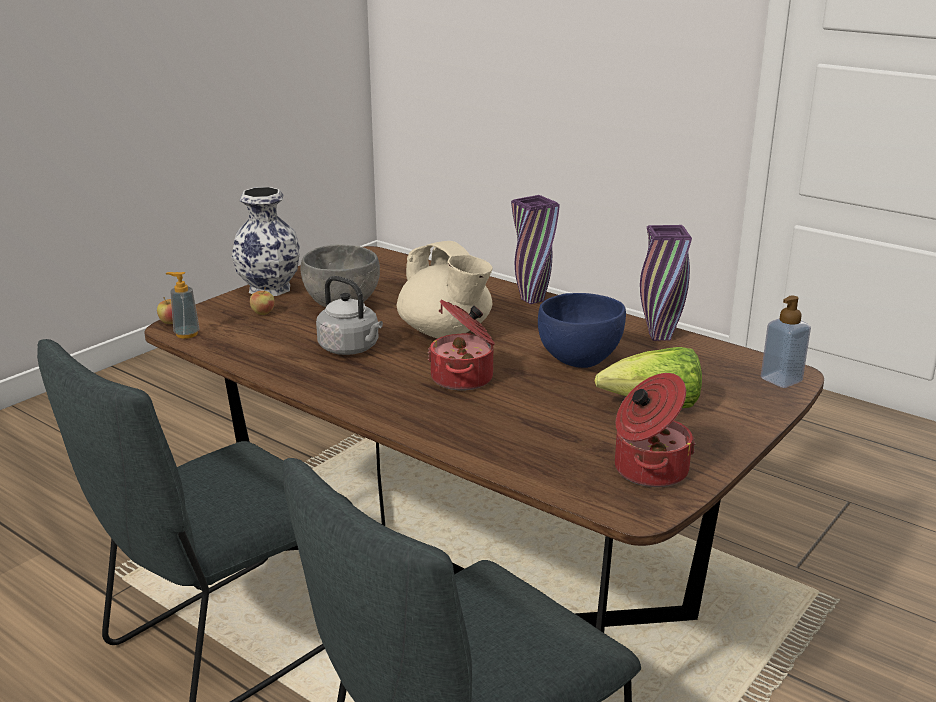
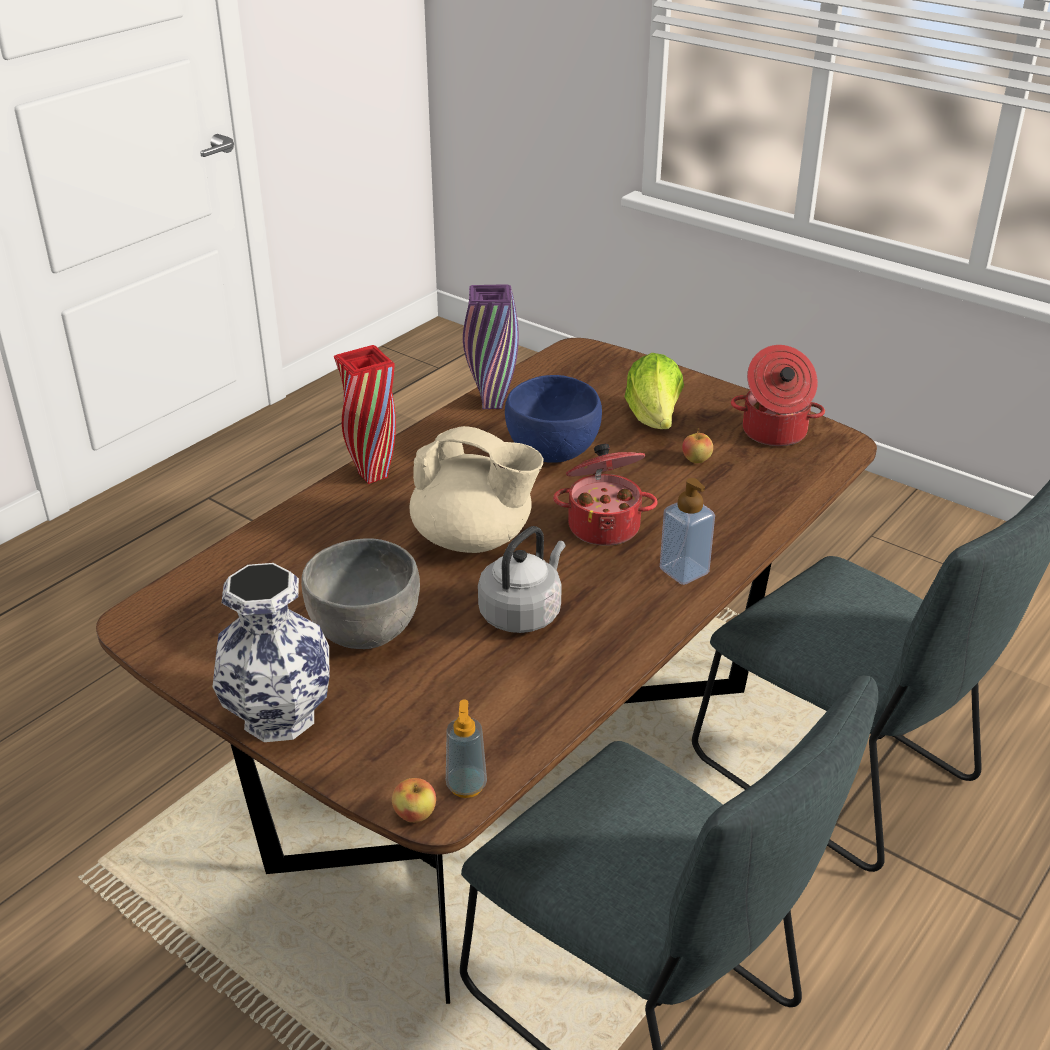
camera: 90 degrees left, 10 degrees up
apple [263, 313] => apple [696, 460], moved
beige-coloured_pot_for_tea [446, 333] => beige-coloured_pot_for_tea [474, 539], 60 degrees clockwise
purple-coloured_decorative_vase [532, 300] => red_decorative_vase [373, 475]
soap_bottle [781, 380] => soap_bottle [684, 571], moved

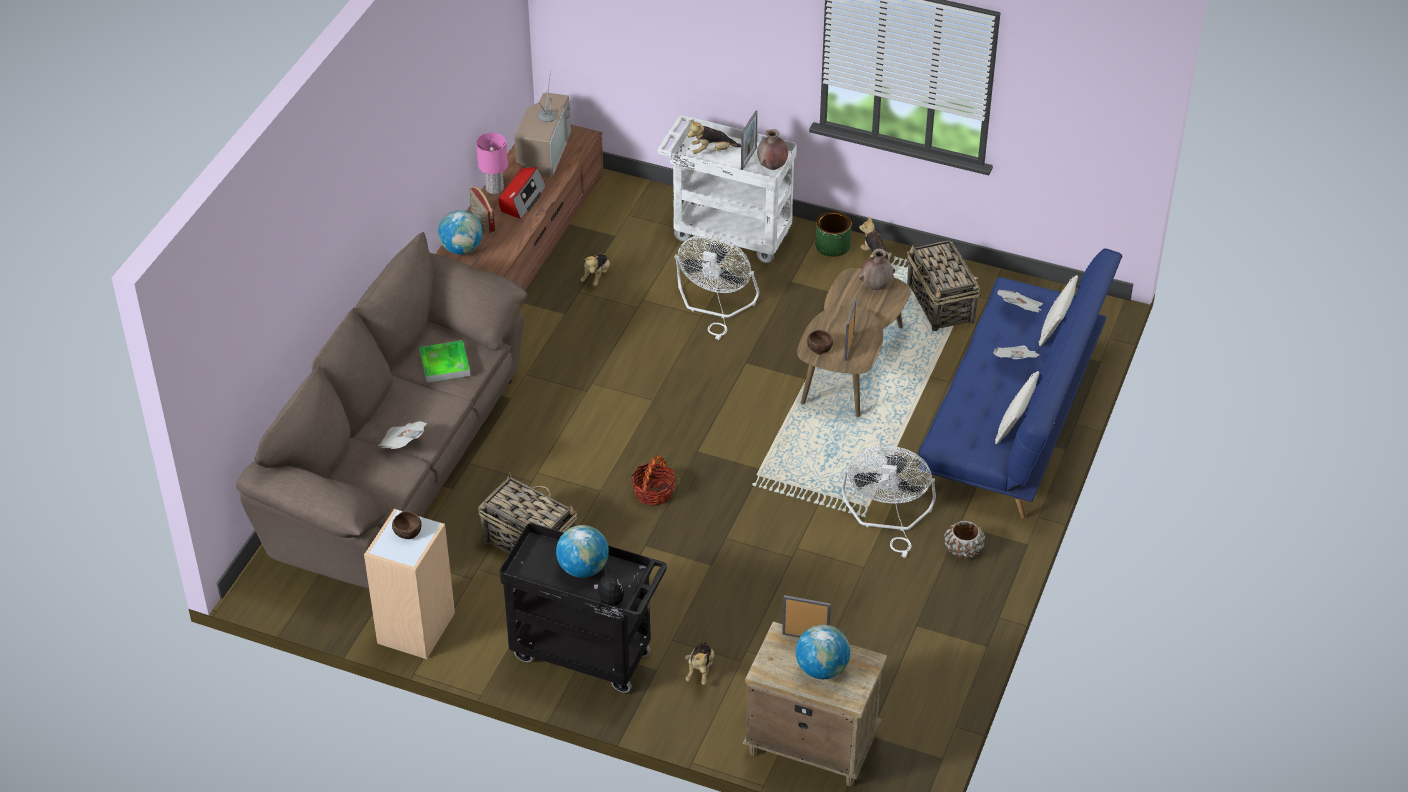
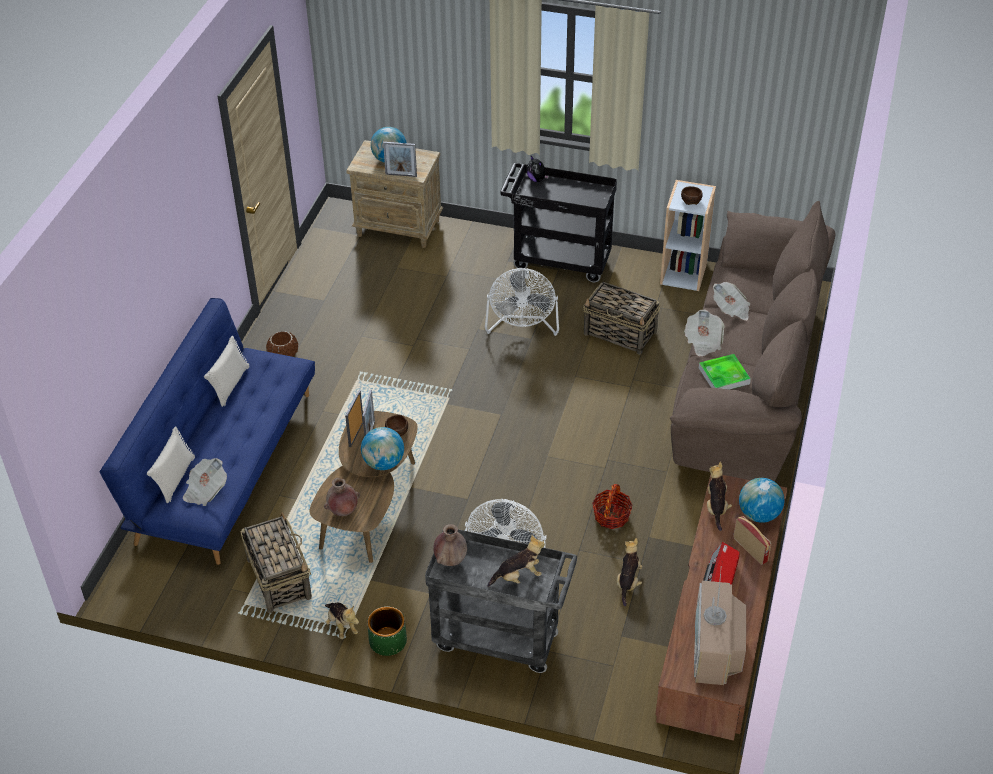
camera: 175 degrees right, 0 degrees up
pink_lamp_for_a_table [494, 188] => nothing
globe [583, 568] => globe [383, 463], moved
household_basket [653, 492] => household_basket [611, 516], moved
white_trolley [726, 237] => black-coloured_trolley [502, 643]
soft_toy [700, 670] => soft_toy [716, 507], moved
picture_frame [748, 158] => picture_frame [356, 434], moved
white_electric_fan [889, 519] => white_electric_fan [520, 324], moved
daily_paper [1015, 361] => daily_paper [703, 342], moved

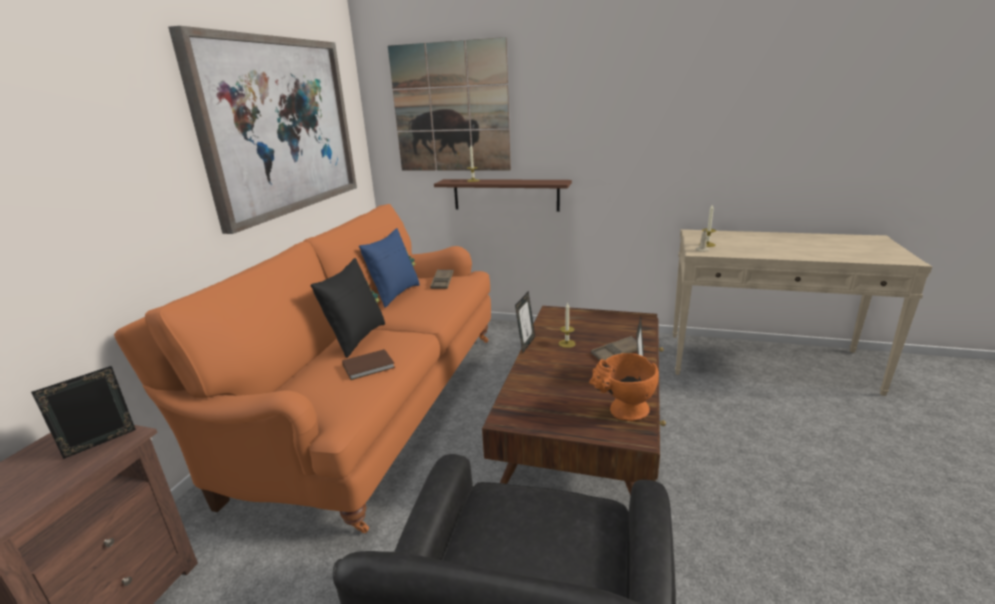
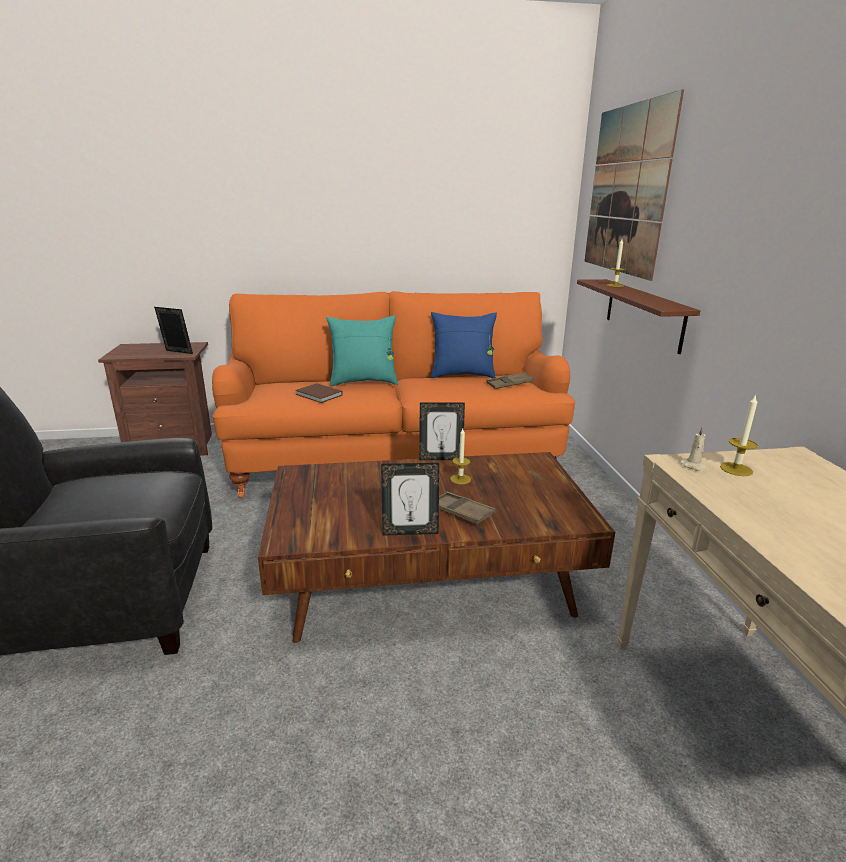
camera: 65 degrees right, 0 degrees up
picture [280, 126] => nothing
black-coloured_throw_pillow [357, 339] => blue-green_throw_pillow [363, 382]
orange_decorative_vase [623, 413] => nothing

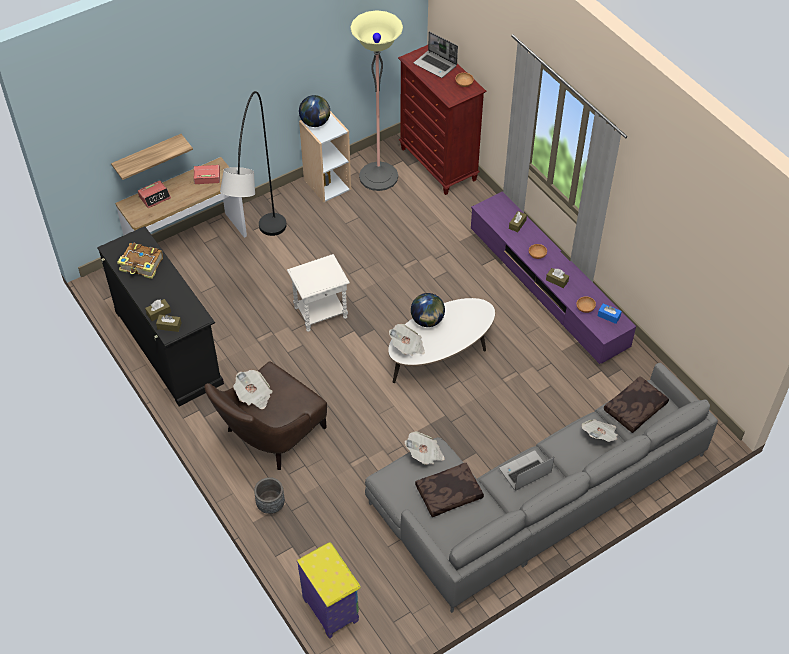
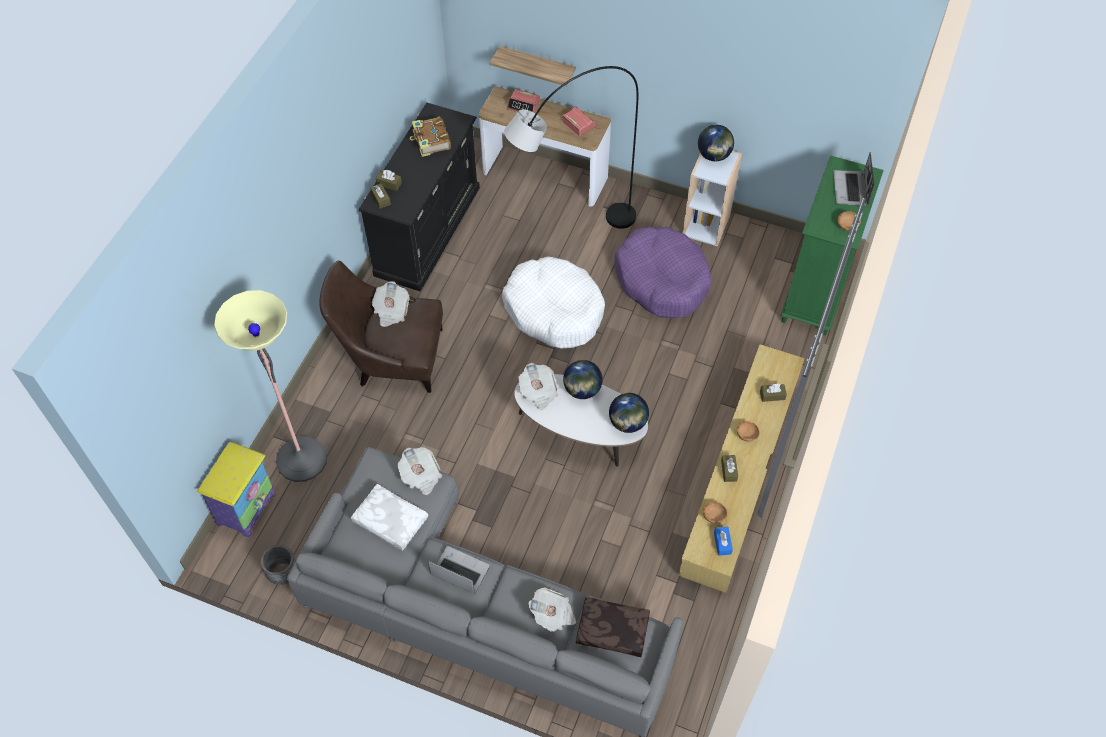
camera: 55 degrees right, 5 degrees up
gray_flower_pot [270, 505] => gray_flower_pot [283, 573], moved
white_accent_table [320, 311] => white_dog_cushion [554, 310]
standing_lamp [378, 177] => standing_lamp [302, 459], moved
red_chest_of_drawers [438, 165] => greenish_chest_of_drawers [815, 294]
brown-coloured_throw_pillow [449, 494] => white_throw_pillow [389, 521]
purple-coloured_media_console [547, 289] => beige-coloured_media_console [740, 476]
nothing => globe [627, 423]
nothing => purple-coloured_dog_cushion [662, 280]

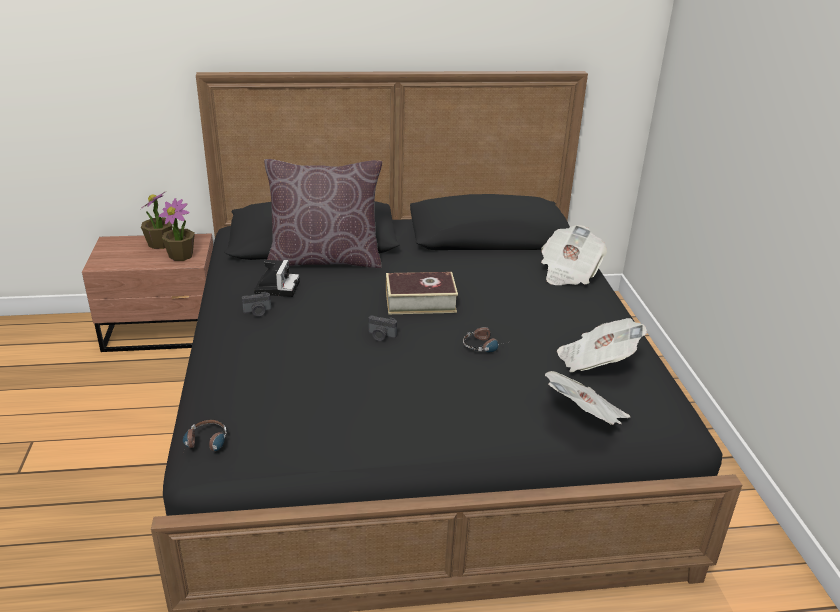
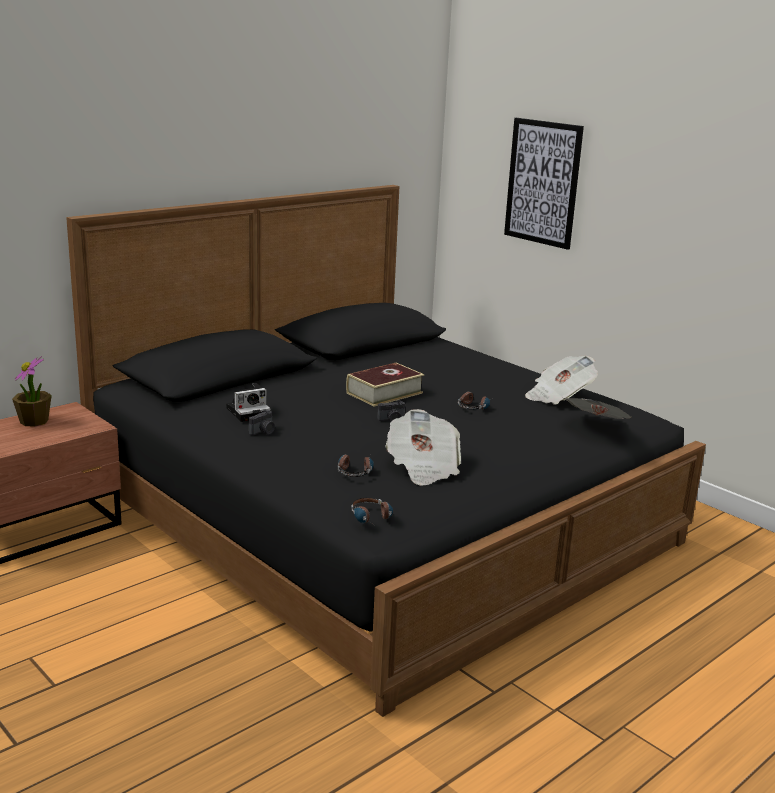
camera: 35 degrees left, 10 degrees down
houseplant [181, 255] => nothing
photo_camera [277, 287] => photo_camera [249, 412], 90 degrees clockwise
brown-coloured_throw_pillow [325, 259] => nothing
daily_paper [568, 272] => daily_paper [423, 467], moved
nothing => headphones [355, 470]
nothing => picture [543, 182]

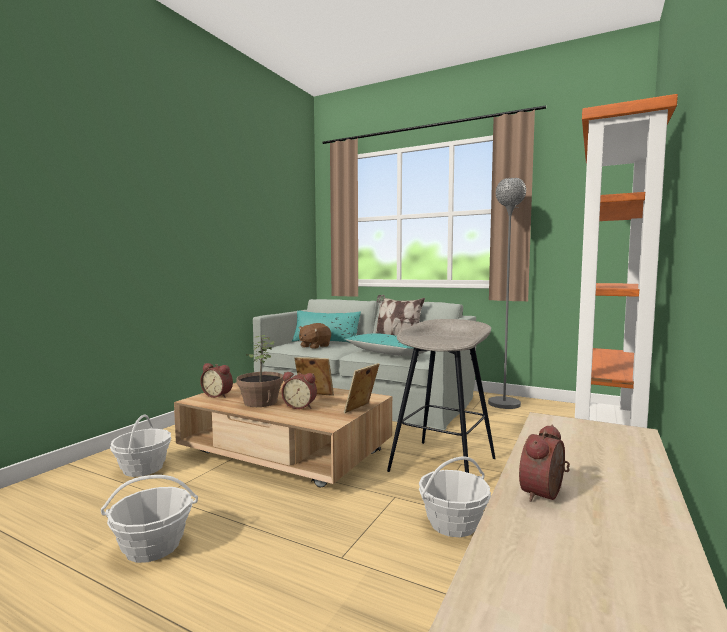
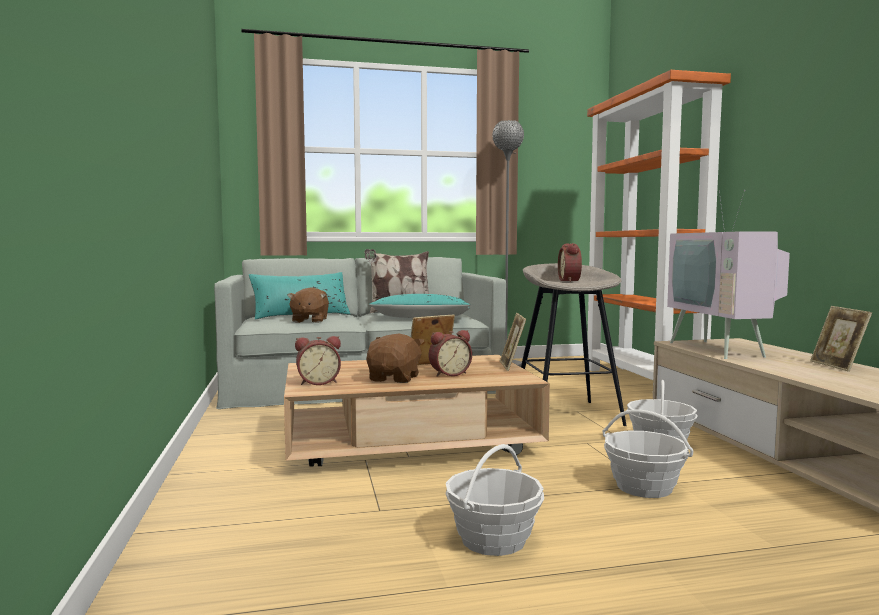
camera: 40 degrees left, 0 degrees up
household_basket [143, 468] => household_basket [644, 487], moved
houseplant [260, 402] => brown-coloured_soft_toy [395, 378]
bedside_clock [545, 494] => bedside_clock [571, 281], moved
nothing => TV [723, 349]
nothing => picture_frame [837, 366]

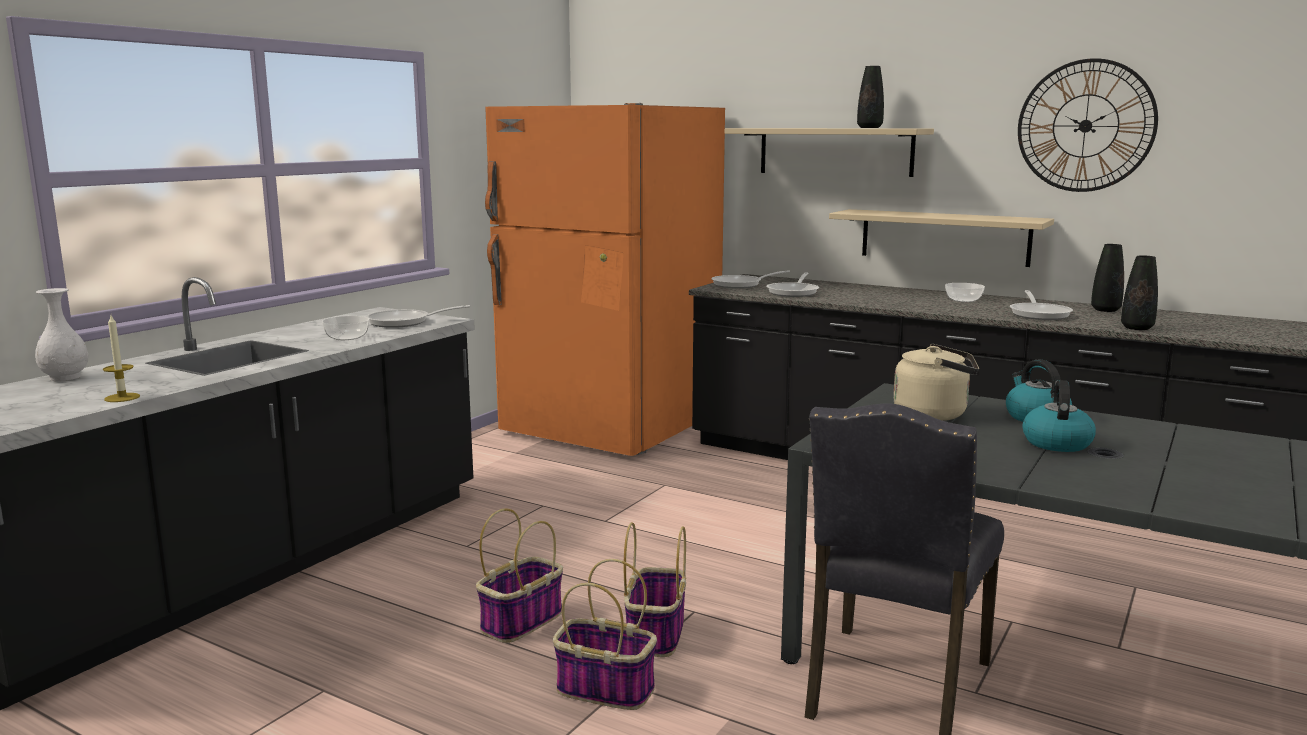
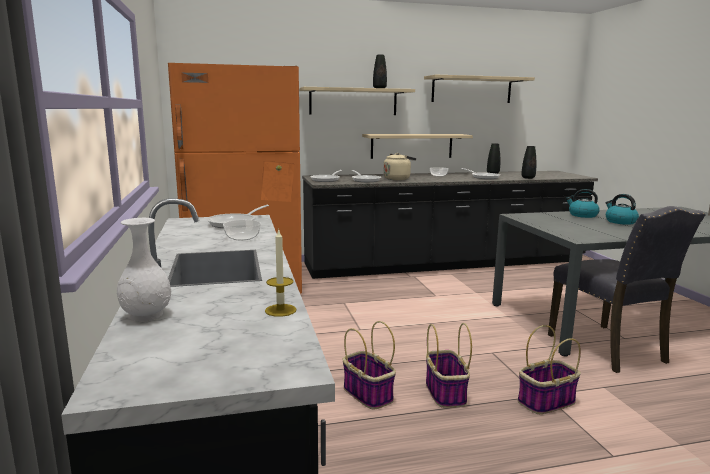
camera: 45 degrees left, 0 degrees up
household_basket [655, 634] => household_basket [367, 393], moved
beige-coloured_water_kettle [934, 414] => beige-coloured_water_kettle [398, 179], moved
hanging_clock [1085, 126] => beige-coloured_shelf [471, 90]

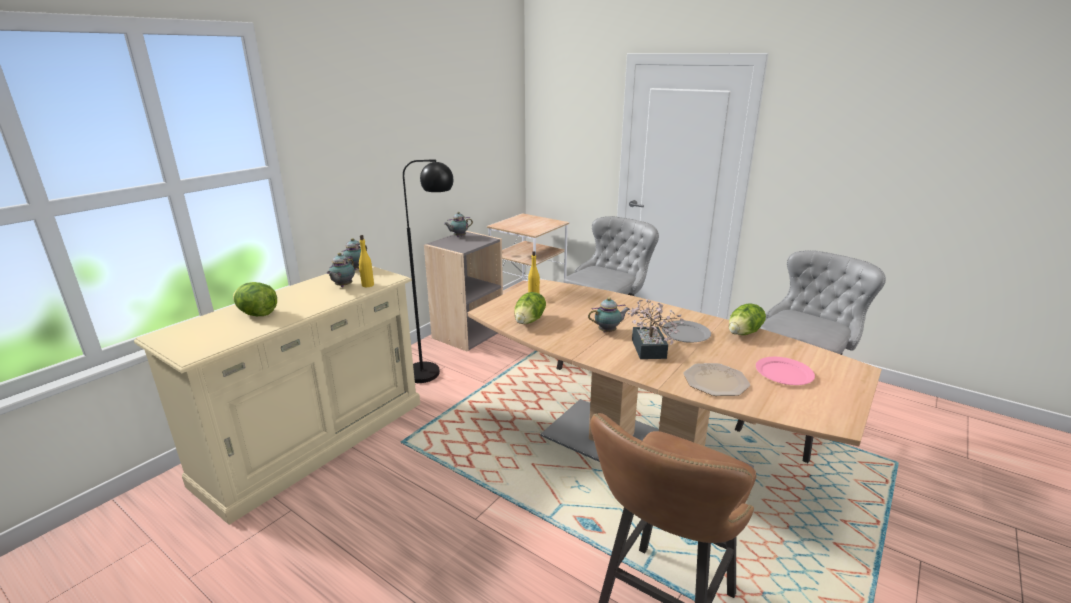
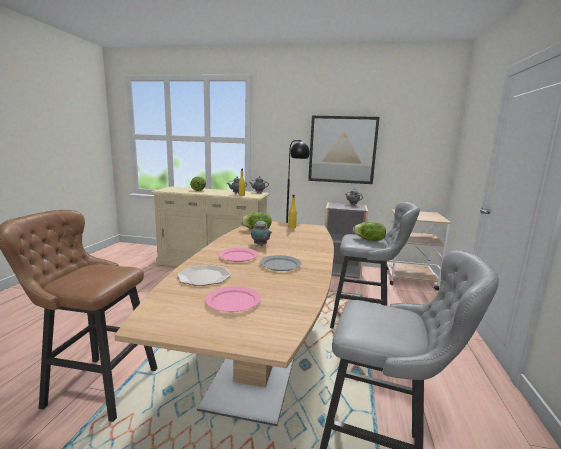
camera: 65 degrees right, 10 degrees down
houseplant [649, 351] => pink_plate [238, 256]
lettuce_head [744, 333] => lettuce_head [369, 240], moved
nothing => picture [342, 150]

